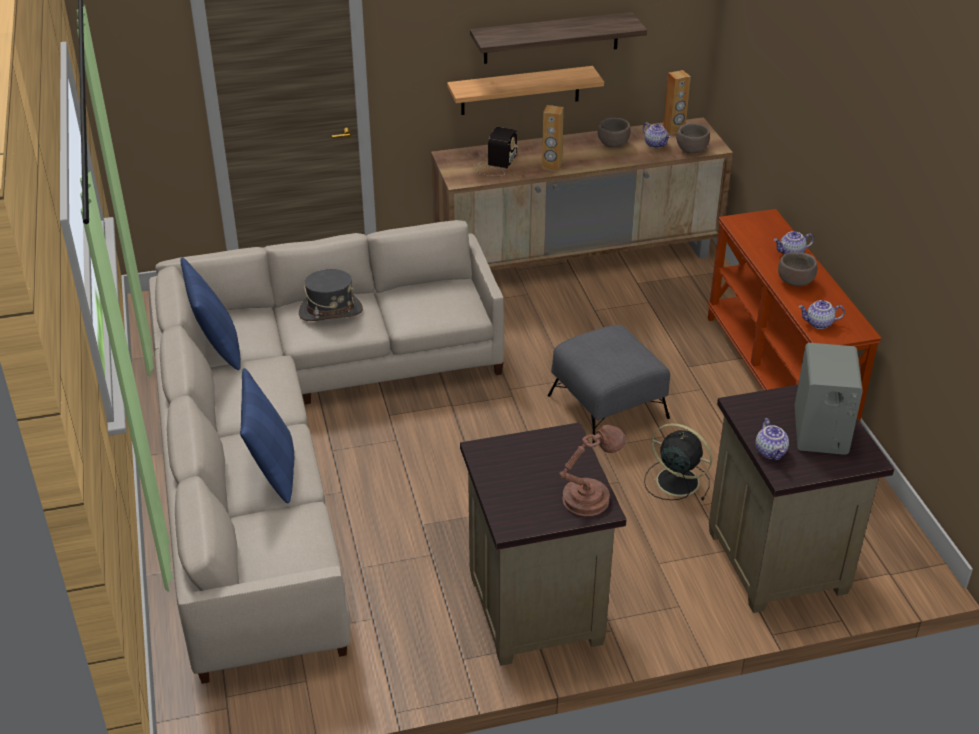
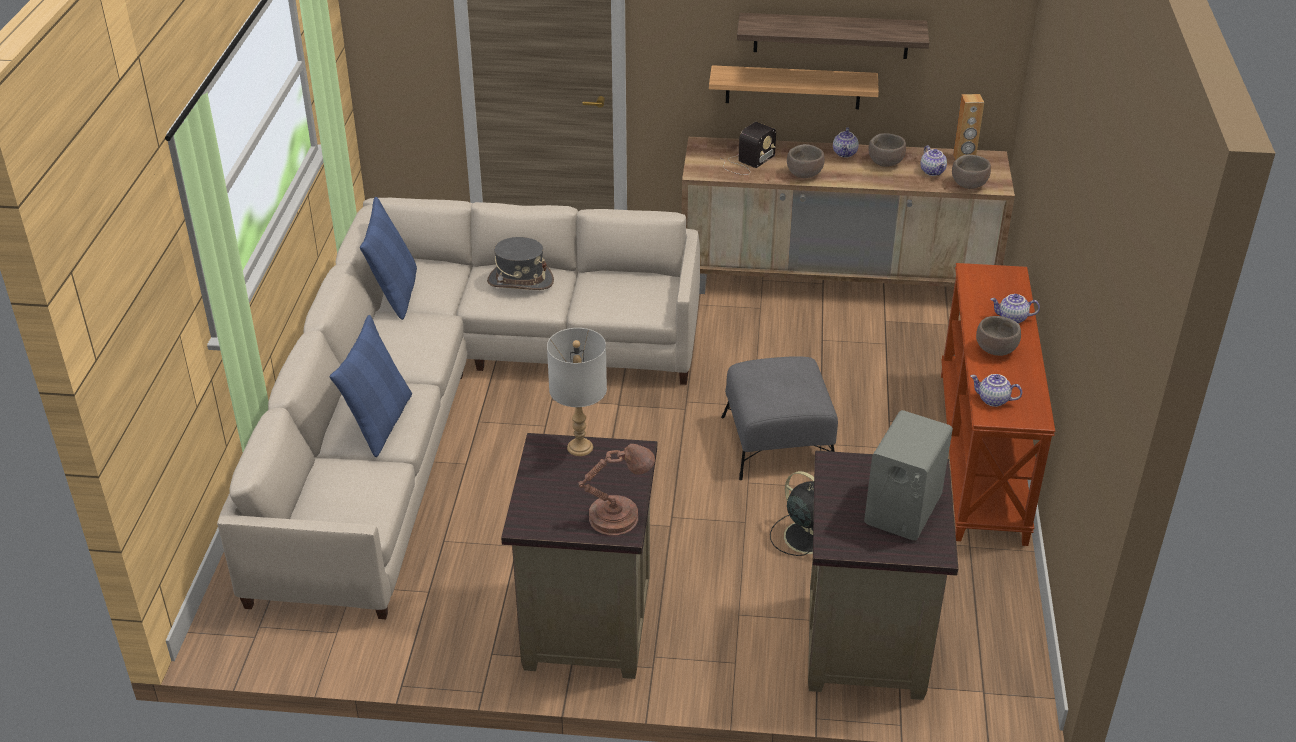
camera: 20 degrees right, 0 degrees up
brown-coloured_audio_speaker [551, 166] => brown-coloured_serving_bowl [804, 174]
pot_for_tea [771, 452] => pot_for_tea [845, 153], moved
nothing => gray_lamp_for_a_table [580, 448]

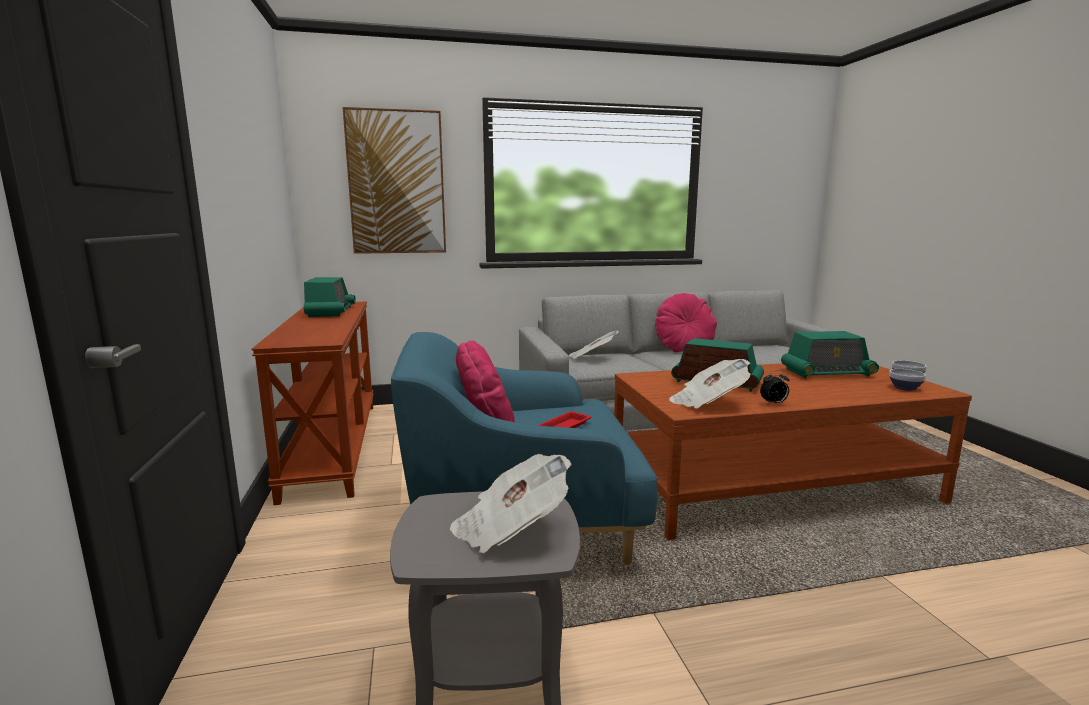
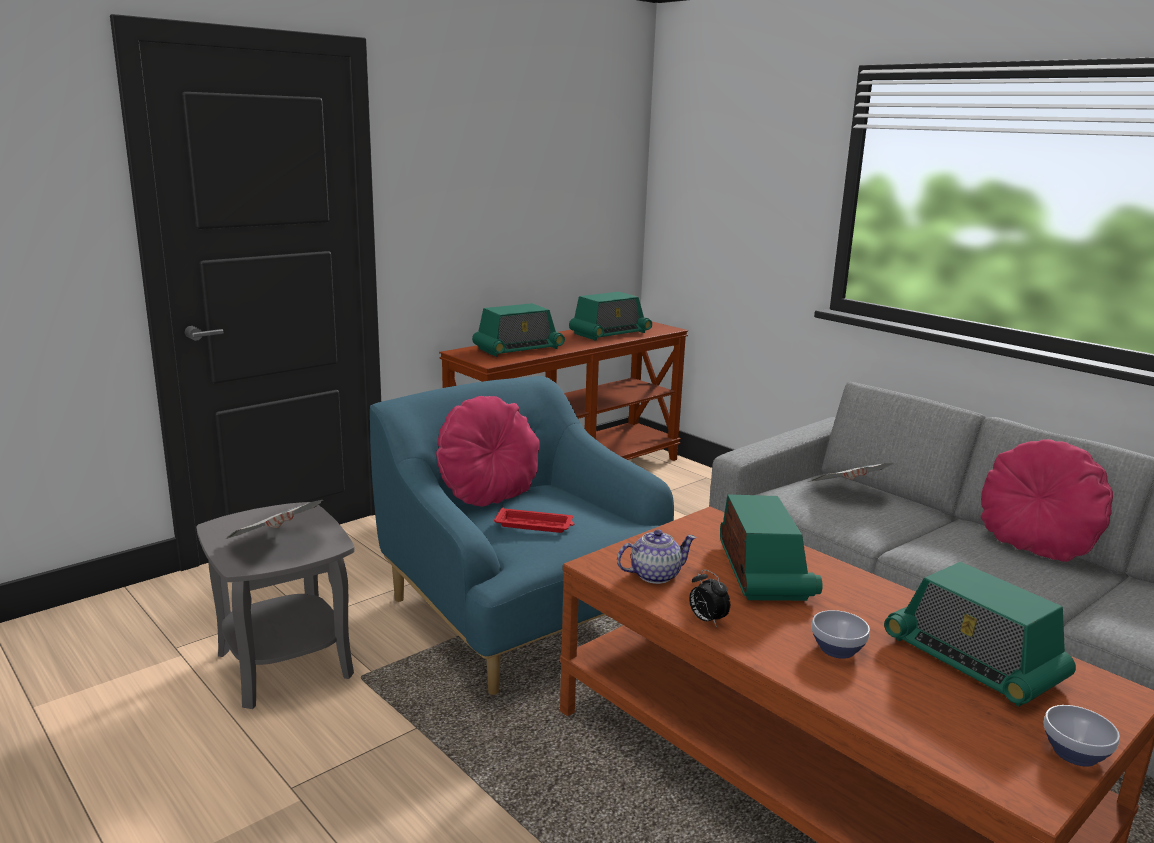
camera: 60 degrees right, 5 degrees up
picture [396, 183] => nothing
daily_paper [708, 402] => pot_for_tea [654, 575]
serving_bowl [904, 388] => serving_bowl [835, 649], moved
nothing => radio [518, 349]

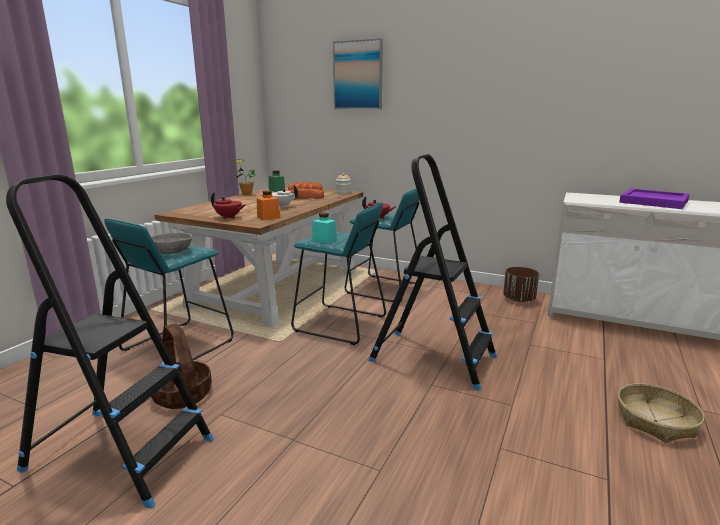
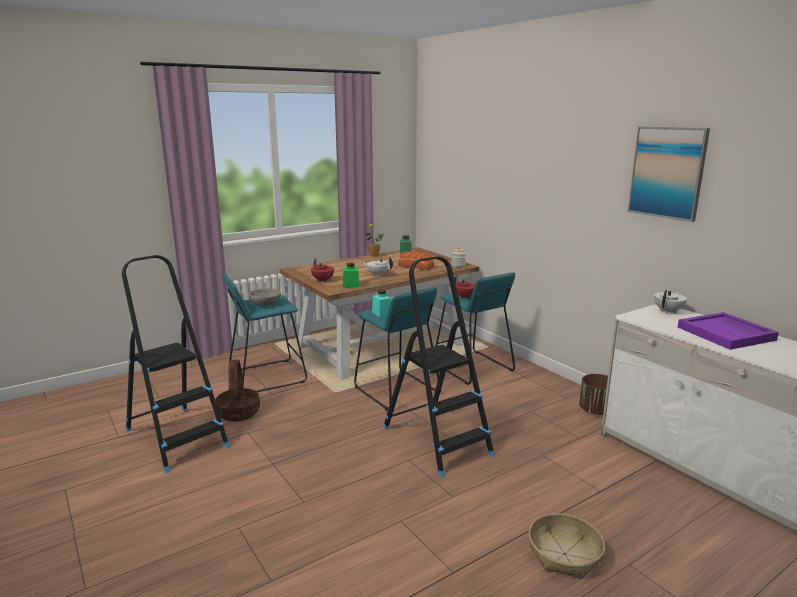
camera: 30 degrees right, 0 degrees up
orange_jar [268, 217] => greenish_jar [351, 285]
picture [358, 75] => picture [667, 172], moved
nothing => white_pot_for_tea [668, 311]

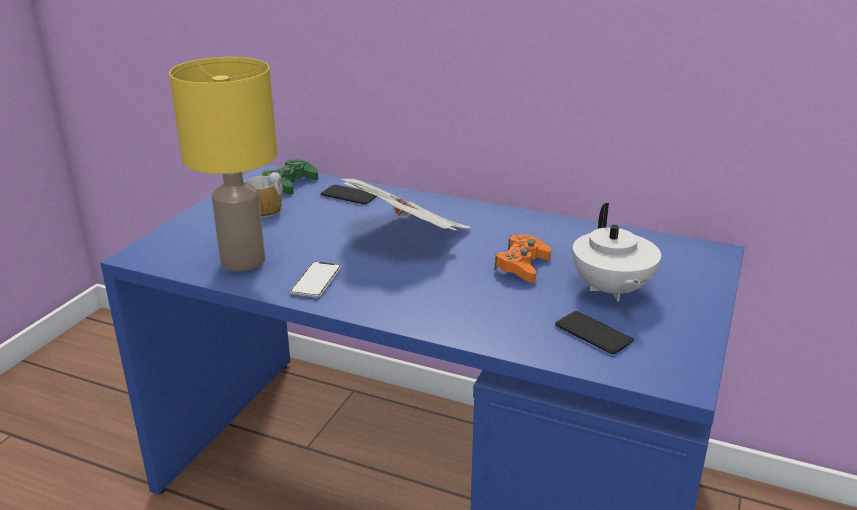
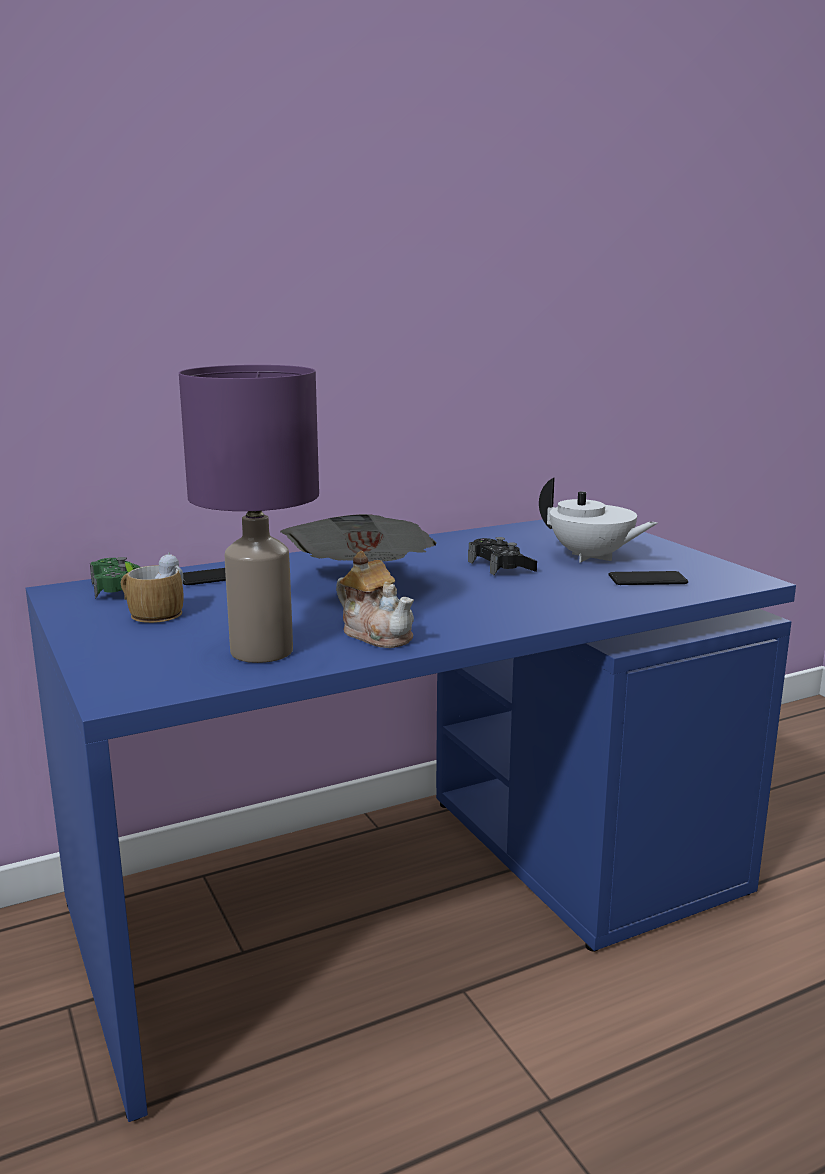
camera: 50 degrees left, 10 degrees down
yellow-coloured_lamp_for_a_table [243, 260] => purple-coloured_lamp_for_a_table [260, 651]
handset [316, 280] => pot_for_tea [377, 634]
orange_joypad [522, 266] => black-coloured_joypad [501, 566]

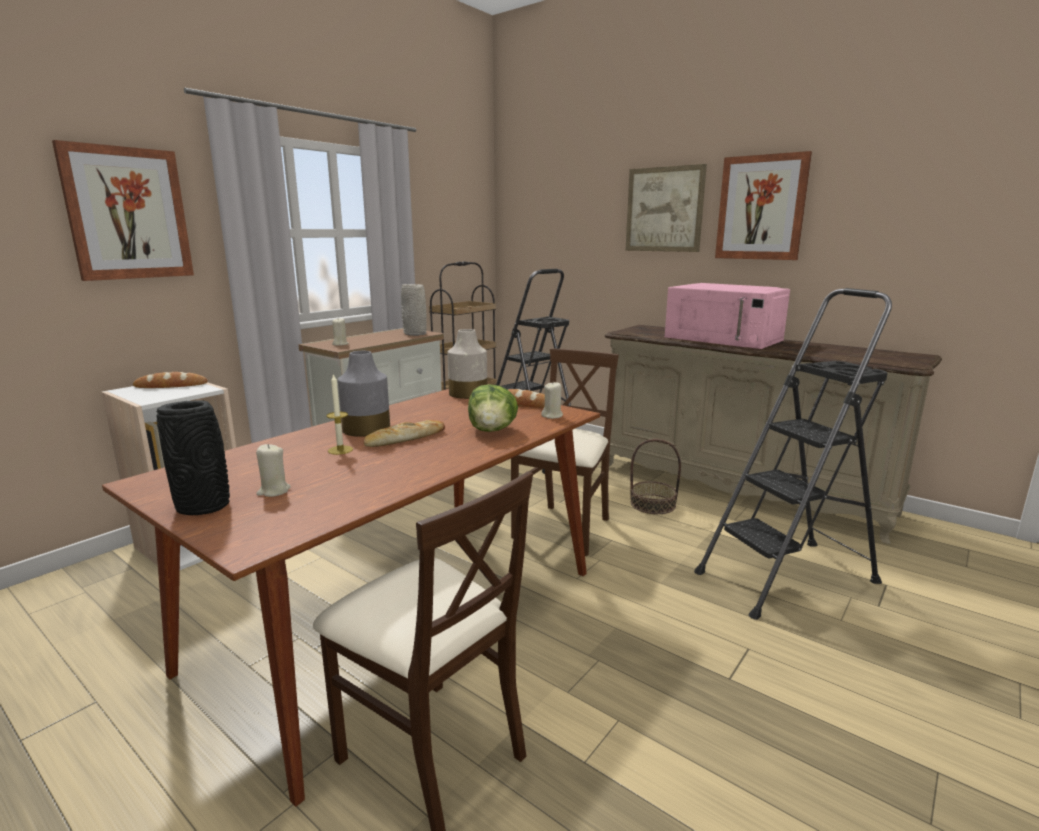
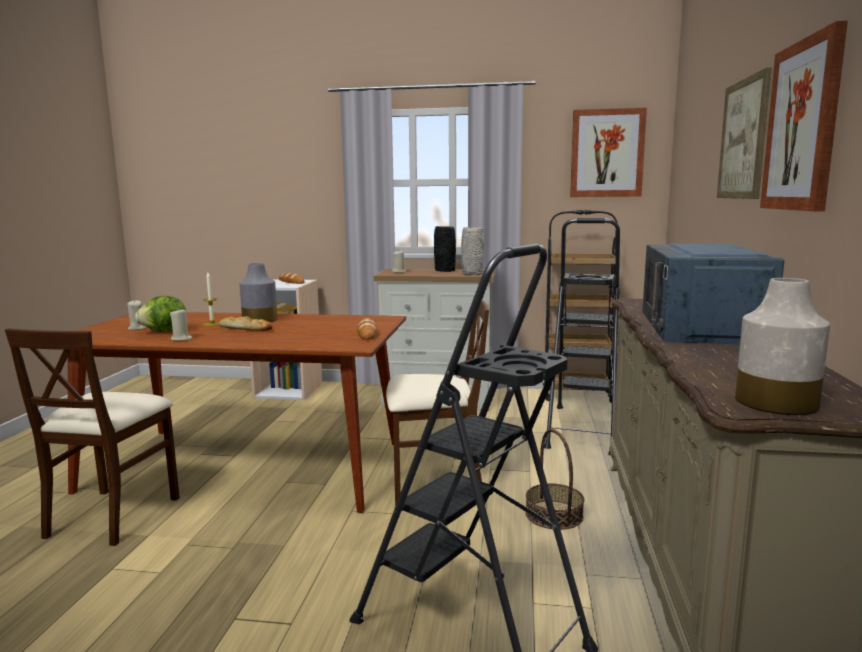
camera: 60 degrees right, 5 degrees down
picture [127, 214] => picture [607, 153], moved
black-coloured_decorative_vase [205, 506] => black-coloured_decorative_vase [445, 270], moved
beige-coloured_decorative_vase [468, 393] => beige-coloured_decorative_vase [777, 402], moved
lettuce_head [492, 430] => lettuce_head [164, 332], moved
beige-coloured_wax_candle [552, 416] => beige-coloured_wax_candle [181, 339], moved
pink_microwave [724, 338] => blue_microwave [701, 326]

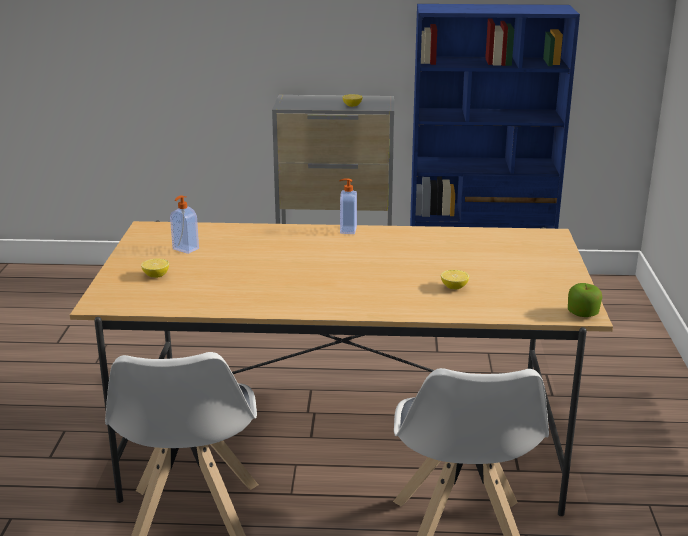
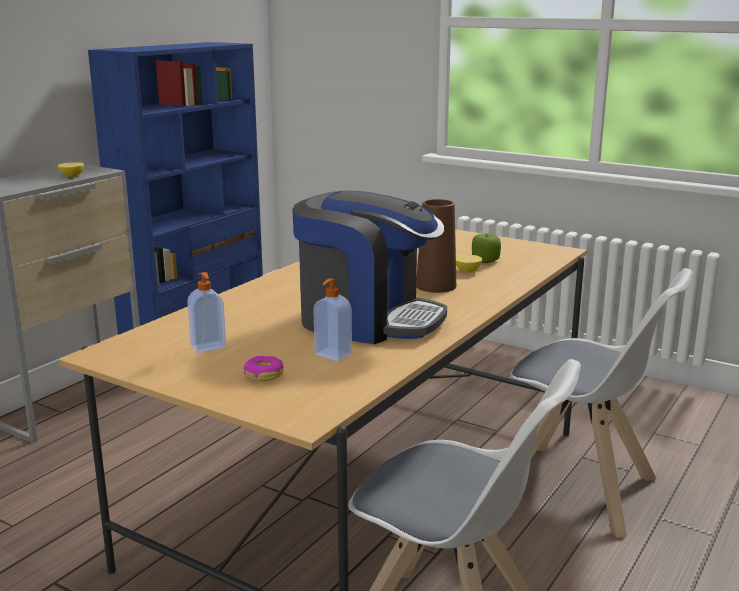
camera: 60 degrees left, 5 degrees down
lemon [156, 275] => ring_doughnut [264, 374]
soap_bottle [347, 230] => soap_bottle [332, 355], moved
apple [583, 313] => apple [485, 261], moved
nothing => coffee_brewer [368, 320]
nothing => brown-coloured_decorative_vase [436, 286]

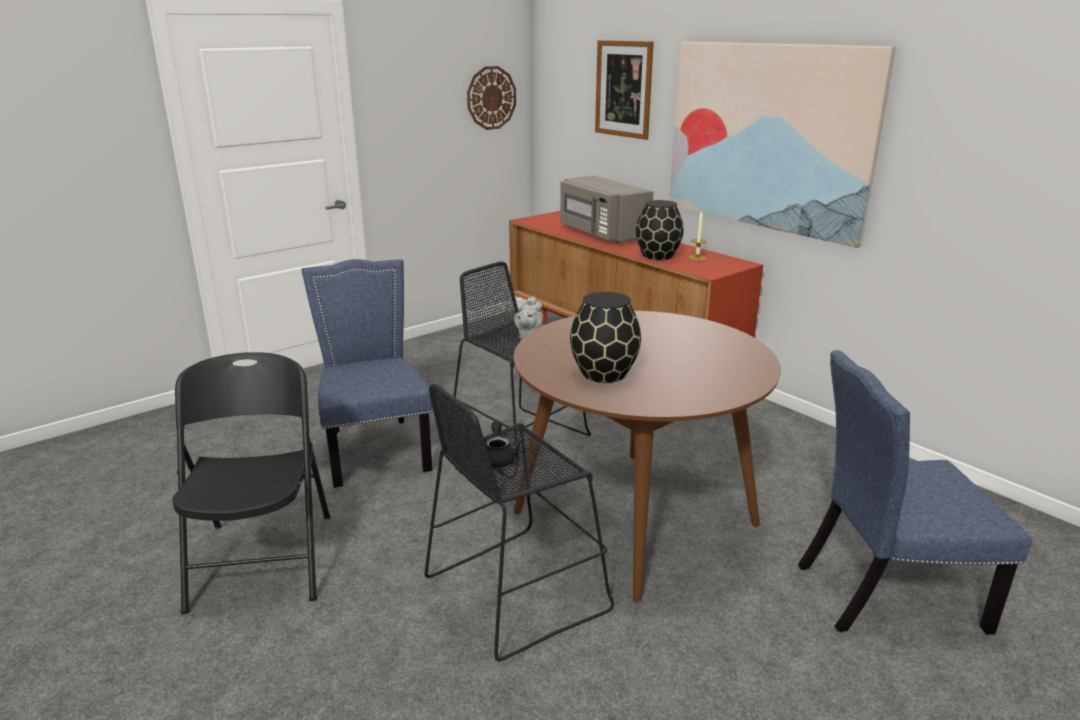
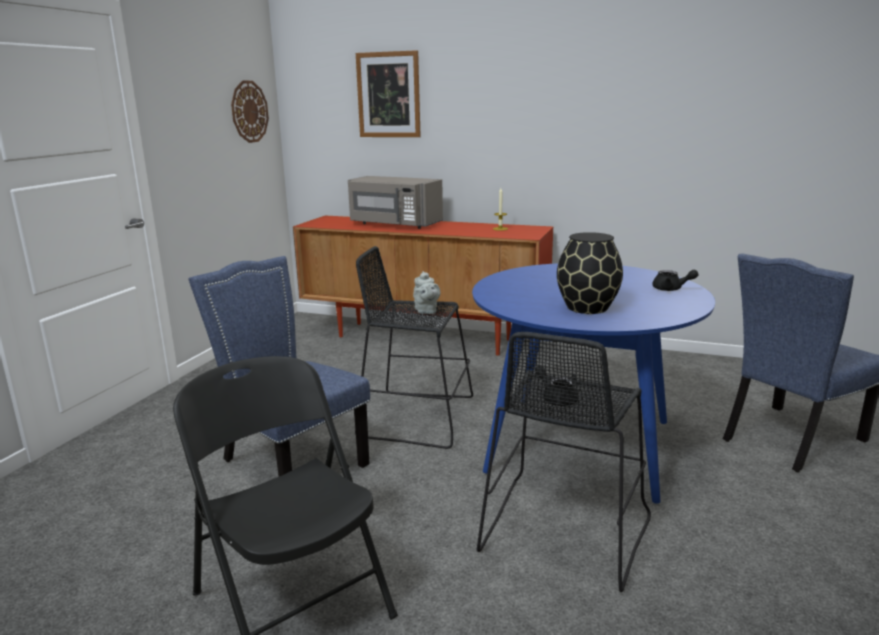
camera: 30 degrees left, 5 degrees down
brown-coloured_dinner_table [635, 518] => blue_dinner_table [580, 446]
black-coloured_decorative_vase [657, 256] => nothing
picture [768, 137] => nothing
nothing => black-coloured_pot_for_tea [671, 289]

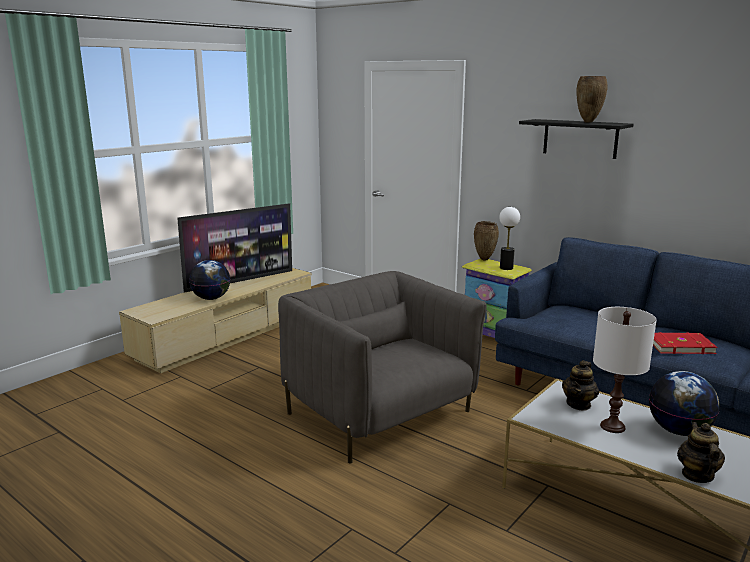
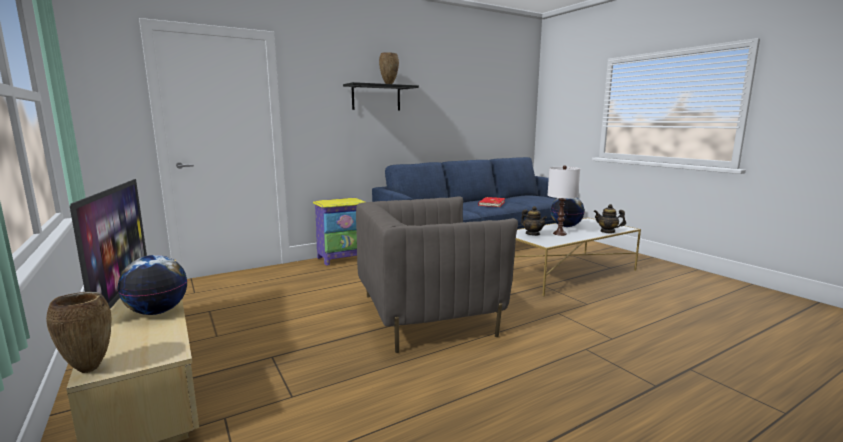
camera: 70 degrees left, 5 degrees down
brown-coloured_decorative_vase [485, 259] => brown-coloured_decorative_vase [90, 369], moved
lamp_for_a_table [506, 268] => nothing

